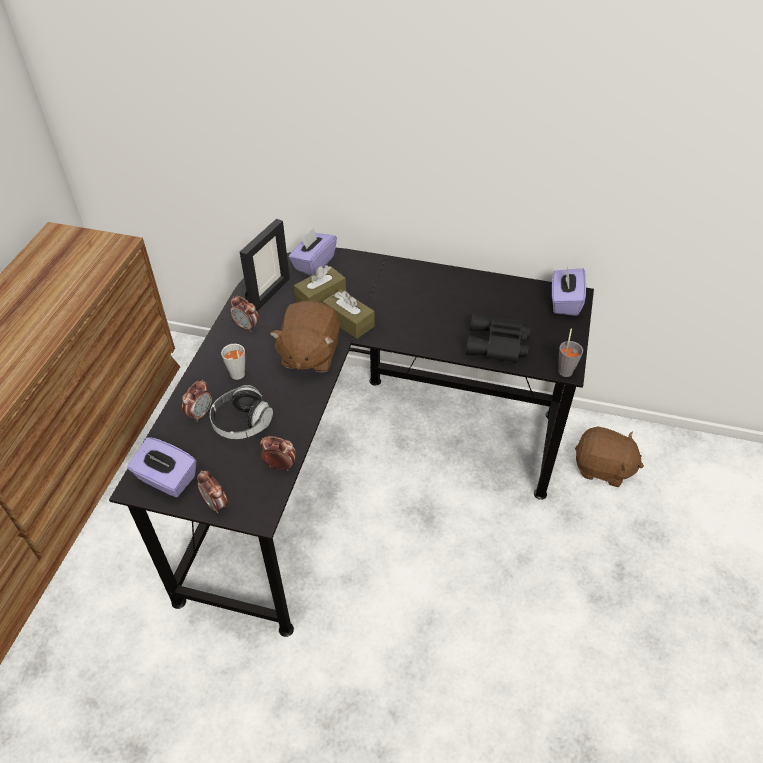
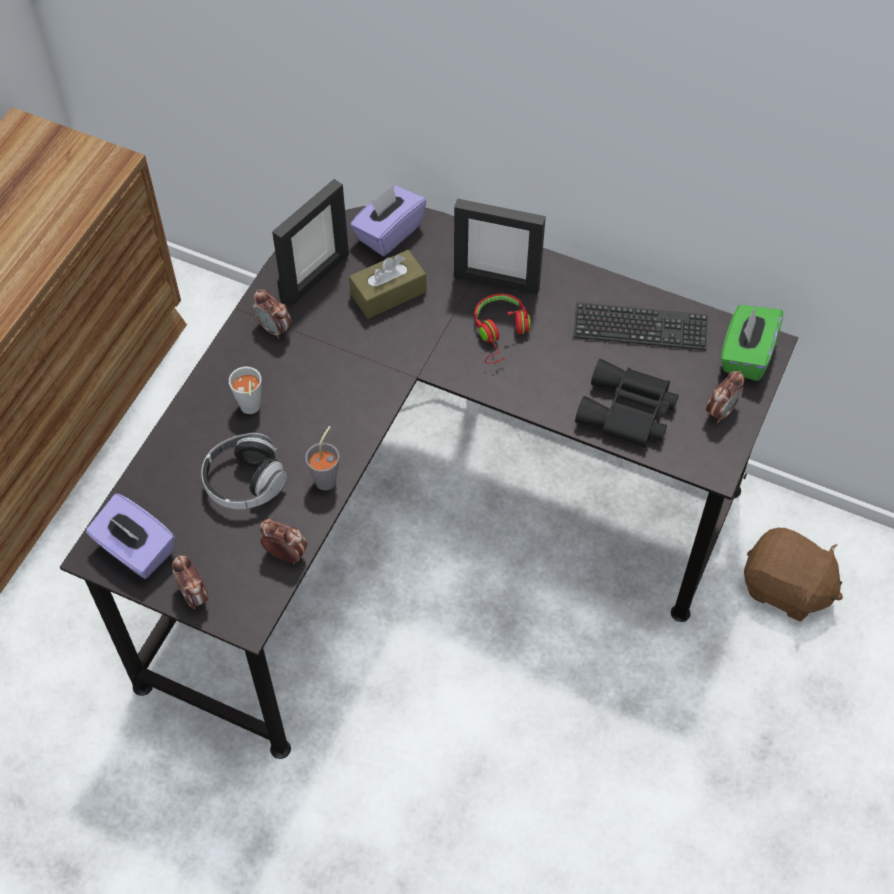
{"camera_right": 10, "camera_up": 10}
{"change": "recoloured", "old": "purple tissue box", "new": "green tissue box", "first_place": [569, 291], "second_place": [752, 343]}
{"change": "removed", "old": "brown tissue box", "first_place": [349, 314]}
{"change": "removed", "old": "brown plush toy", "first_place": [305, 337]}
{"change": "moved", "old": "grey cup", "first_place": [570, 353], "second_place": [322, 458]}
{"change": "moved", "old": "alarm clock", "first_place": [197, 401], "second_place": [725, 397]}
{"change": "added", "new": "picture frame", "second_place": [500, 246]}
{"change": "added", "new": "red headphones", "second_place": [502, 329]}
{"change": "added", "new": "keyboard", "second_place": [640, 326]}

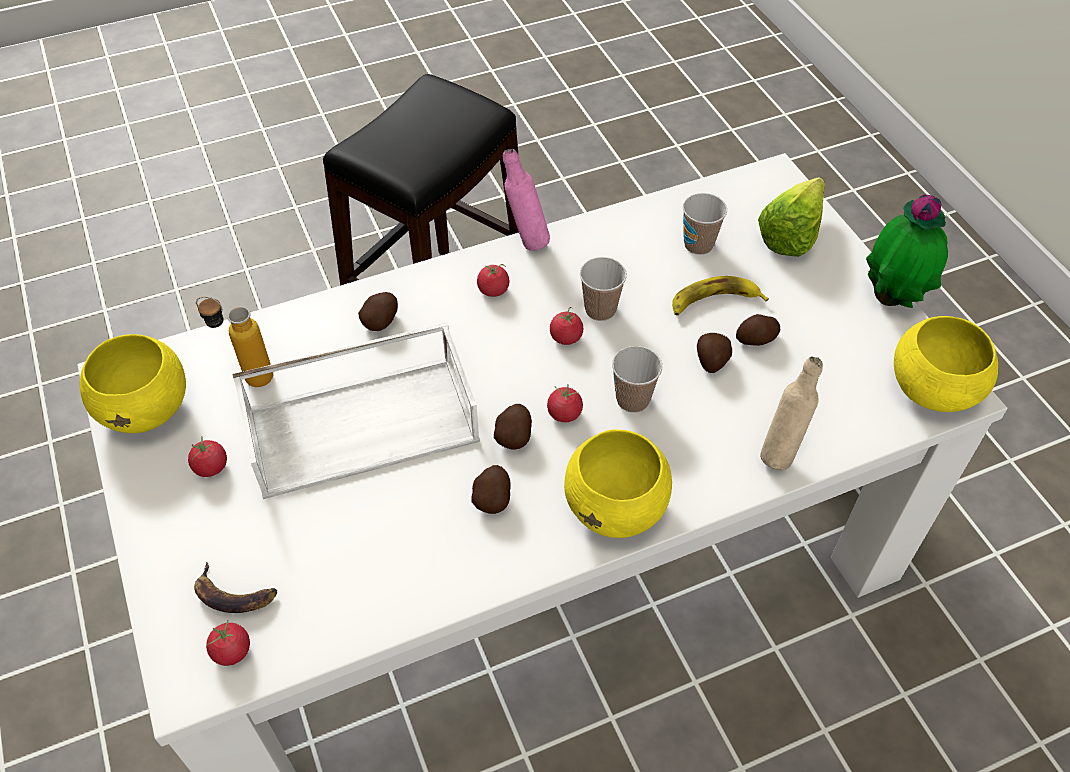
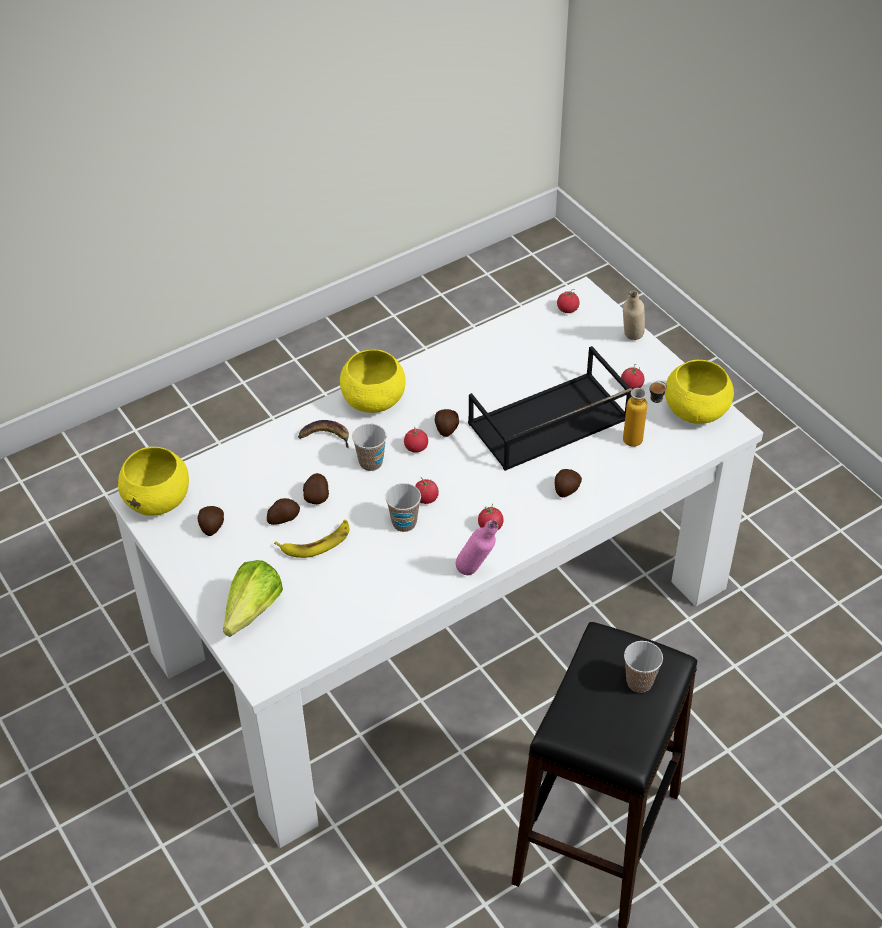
{"camera_right": 170, "camera_up": -5}
{"change": "moved", "old": "cup", "first_place": [705, 224], "second_place": [643, 667]}
{"change": "removed", "old": "potted plant", "first_place": [907, 251]}
{"change": "recoloured", "old": "white tray", "new": "black tray", "first_place": [356, 410], "second_place": [550, 408]}
{"change": "moved", "old": "beige bottle", "first_place": [791, 413], "second_place": [634, 315]}
{"change": "moved", "old": "potato", "first_place": [491, 489], "second_place": [211, 521]}
{"change": "moved", "old": "banana", "first_place": [235, 587], "second_place": [323, 434]}

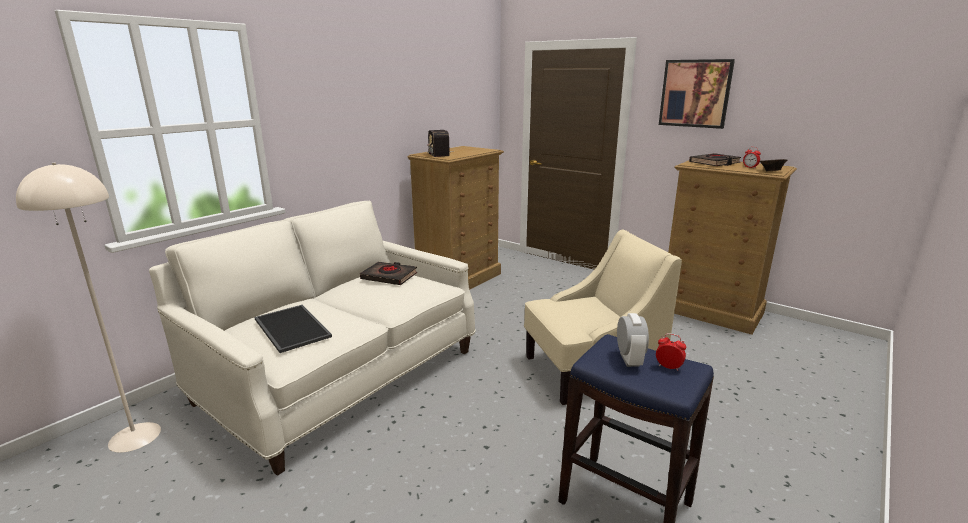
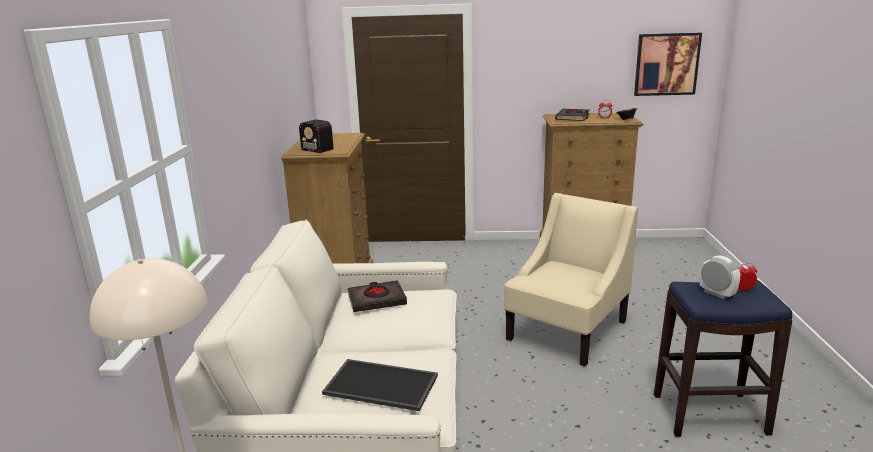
{"camera_right": -35, "camera_up": 0}
{"change": "moved", "old": "picture", "first_place": [697, 94], "second_place": [668, 64]}

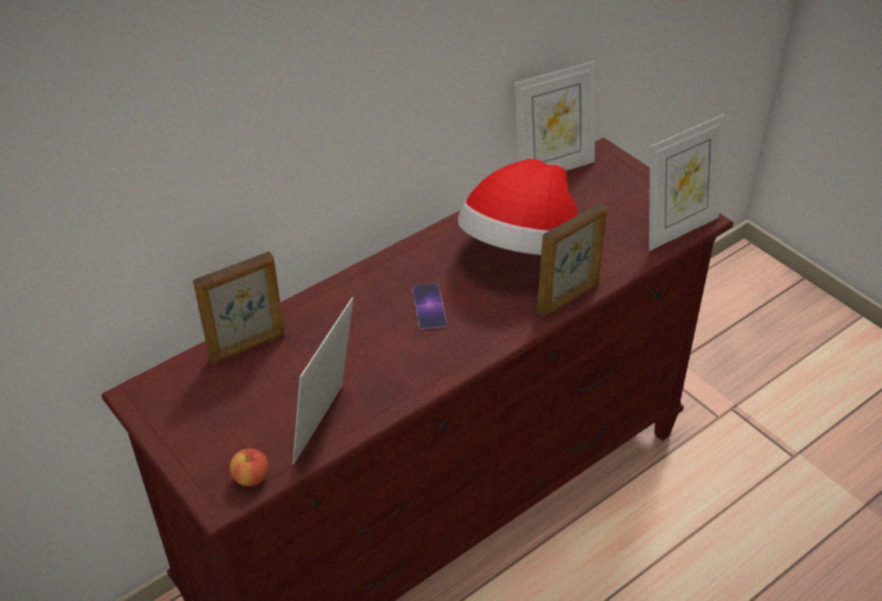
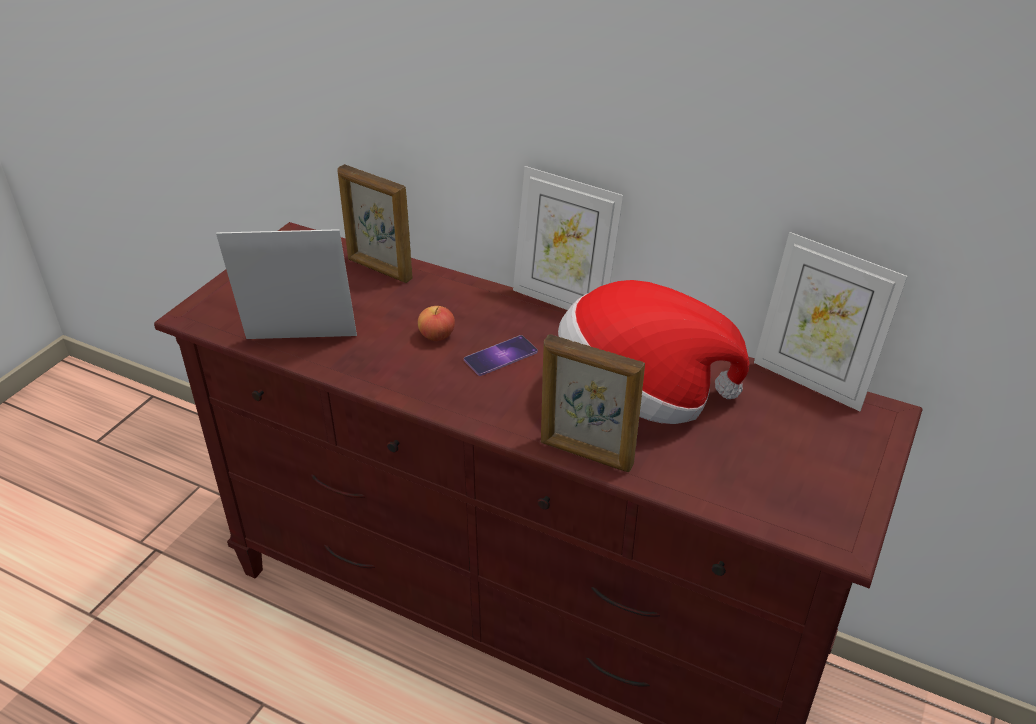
{"camera_right": 65, "camera_up": -5}
{"change": "moved", "old": "picture frame", "first_place": [687, 182], "second_place": [568, 238]}
{"change": "moved", "old": "apple", "first_place": [249, 467], "second_place": [436, 323]}

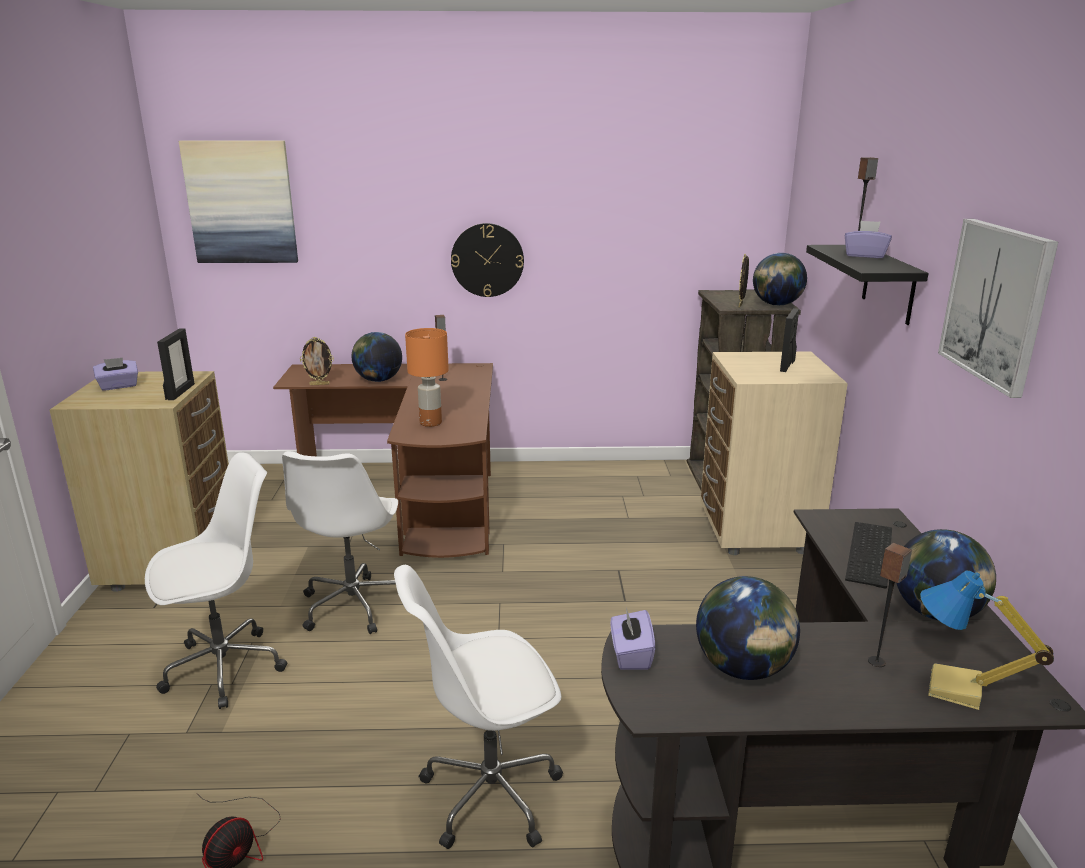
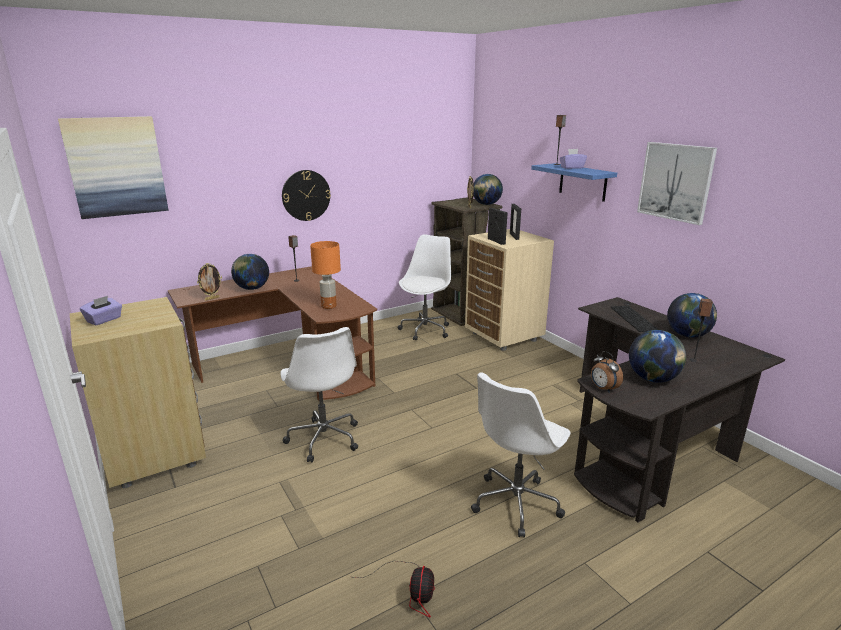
{"camera_right": -30, "camera_up": 0}
{"change": "recoloured", "old": "black shelf", "new": "blue shelf", "first_place": [867, 285], "second_place": [574, 182]}
{"change": "moved", "old": "picture frame", "first_place": [176, 364], "second_place": [498, 226]}
{"change": "moved", "old": "white office chair", "first_place": [216, 580], "second_place": [424, 287]}
{"change": "removed", "old": "table lamp", "first_place": [987, 640]}
{"change": "replaced", "old": "purple tissue box", "new": "alarm clock", "first_place": [632, 639], "second_place": [607, 371]}

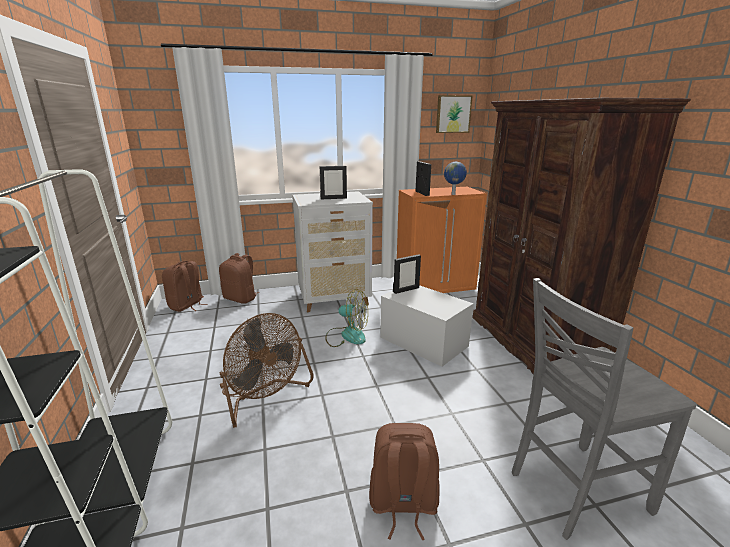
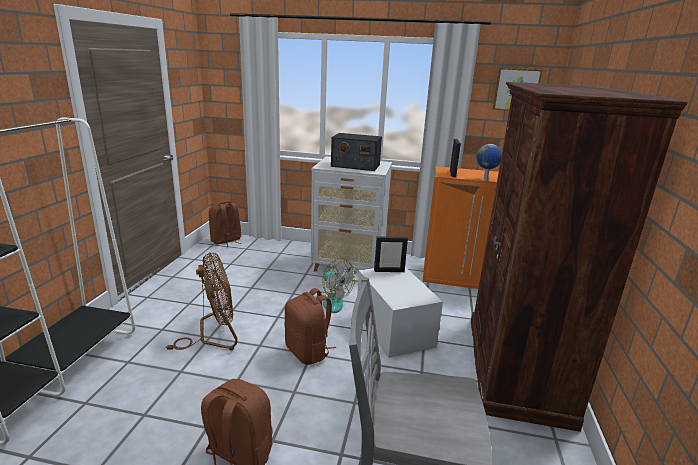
{"camera_right": 25, "camera_up": 0}
{"change": "replaced", "old": "picture frame", "new": "radio", "first_place": [333, 183], "second_place": [356, 152]}
{"change": "moved", "old": "brown backpack", "first_place": [239, 278], "second_place": [310, 326]}
{"change": "turned", "old": "brown fan", "first_place": [266, 370], "second_place": [201, 301], "degrees": -90}

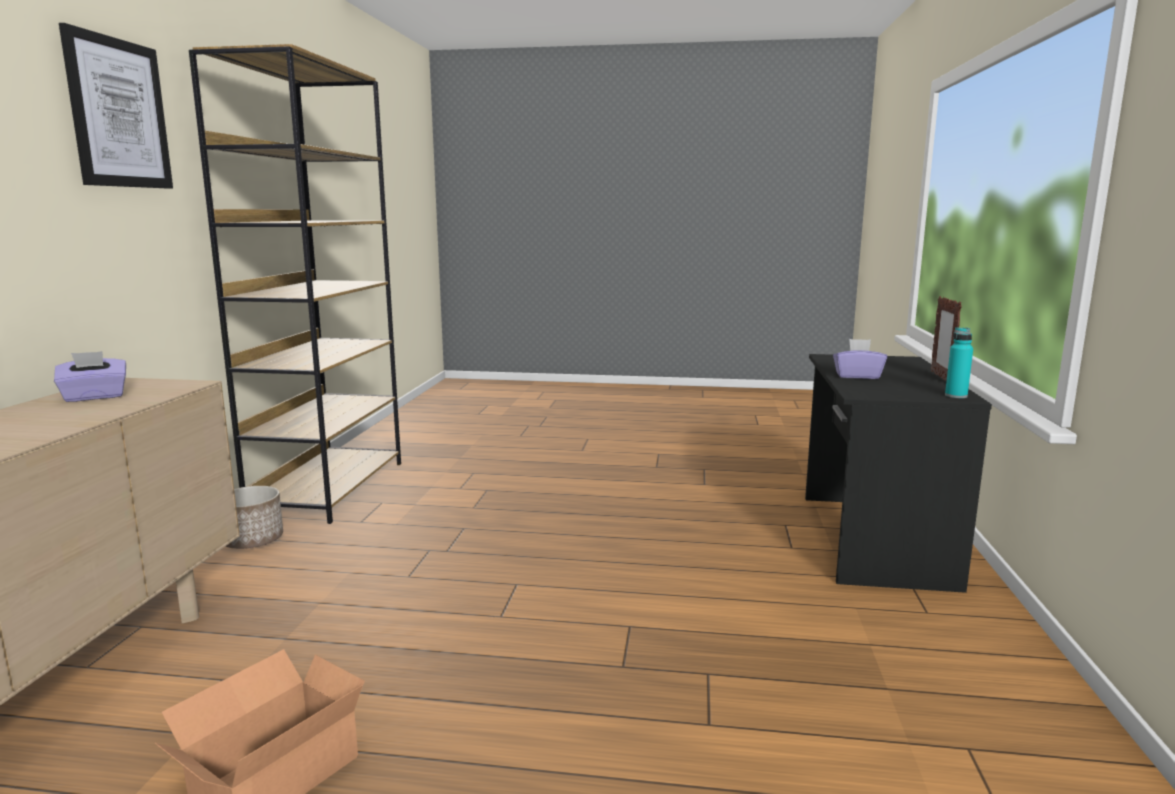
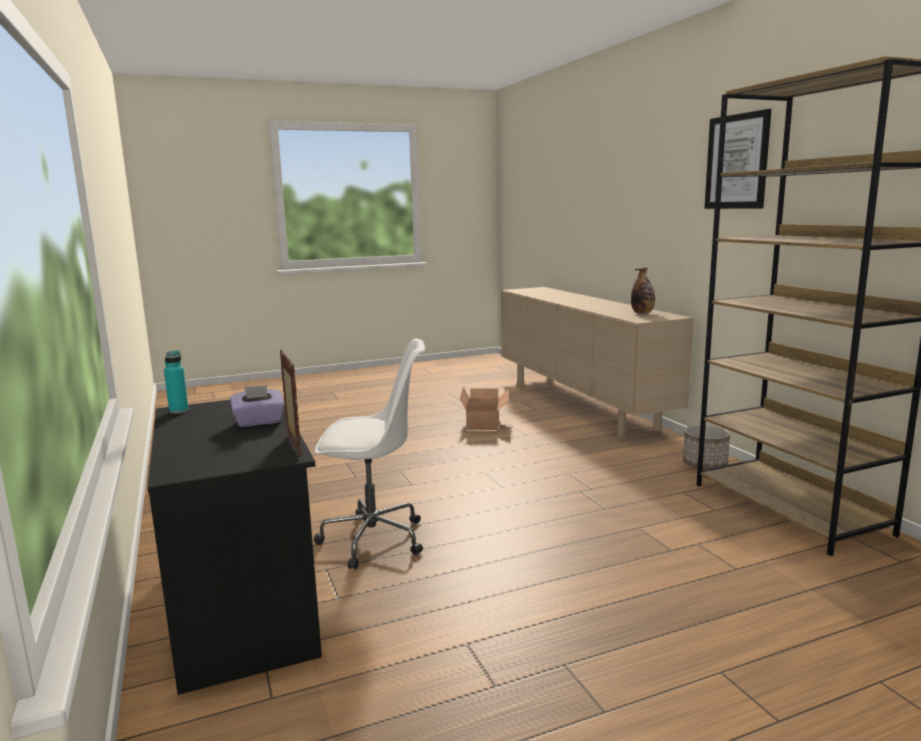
{"camera_right": 150, "camera_up": 0}
{"change": "moved", "old": "picture frame", "first_place": [946, 338], "second_place": [290, 403]}
{"change": "replaced", "old": "purple tissue box", "new": "bottle", "first_place": [90, 376], "second_place": [643, 290]}
{"change": "added", "new": "white office chair", "second_place": [369, 454]}

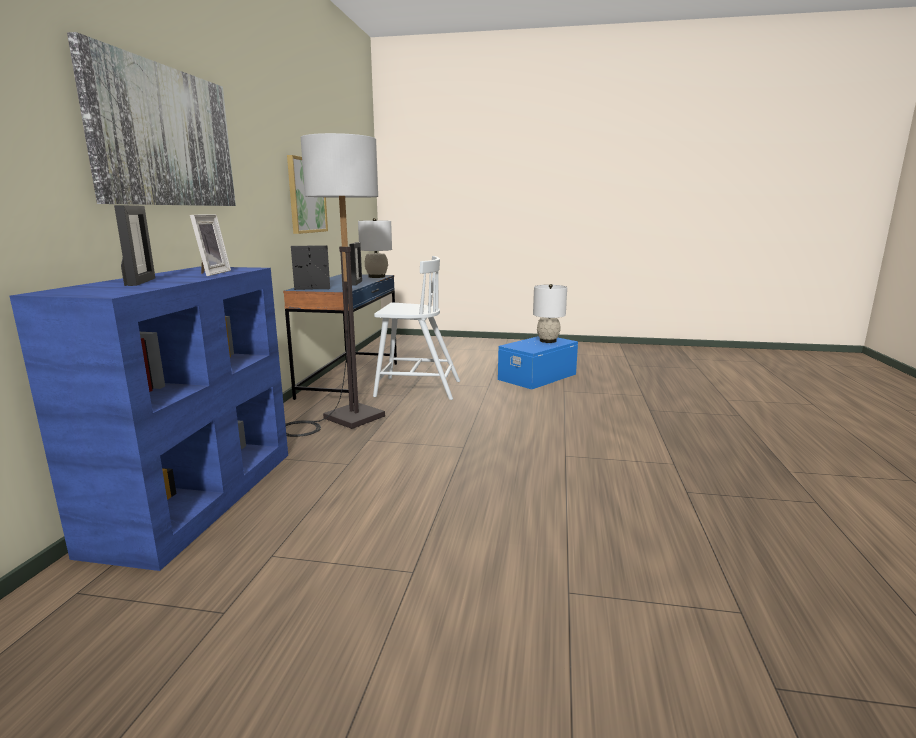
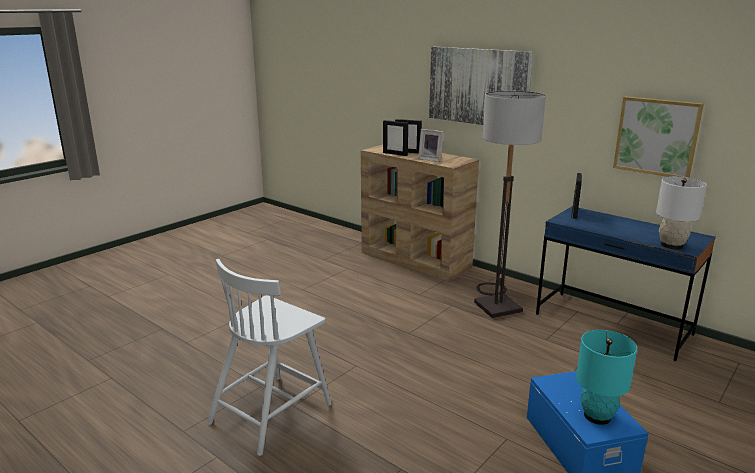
{"camera_right": 120, "camera_up": 5}
{"change": "moved", "old": "picture frame", "first_place": [356, 263], "second_place": [395, 138]}
{"change": "moved", "old": "white chair", "first_place": [416, 328], "second_place": [269, 357]}
{"change": "recoloured", "old": "blue bookcase", "new": "brown bookcase", "first_place": [148, 418], "second_place": [420, 213]}
{"change": "recoloured", "old": "white table lamp", "new": "turquoise table lamp", "first_place": [550, 313], "second_place": [606, 377]}

